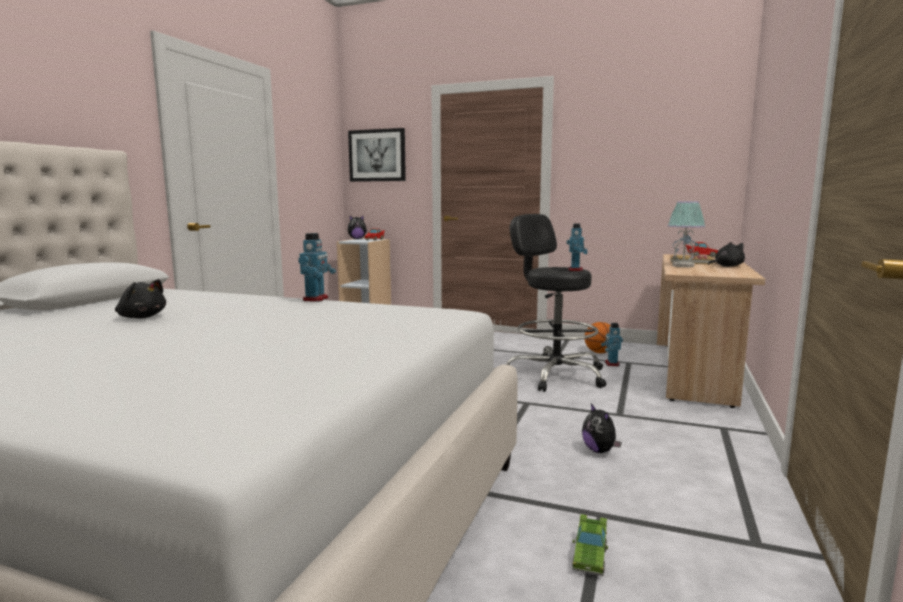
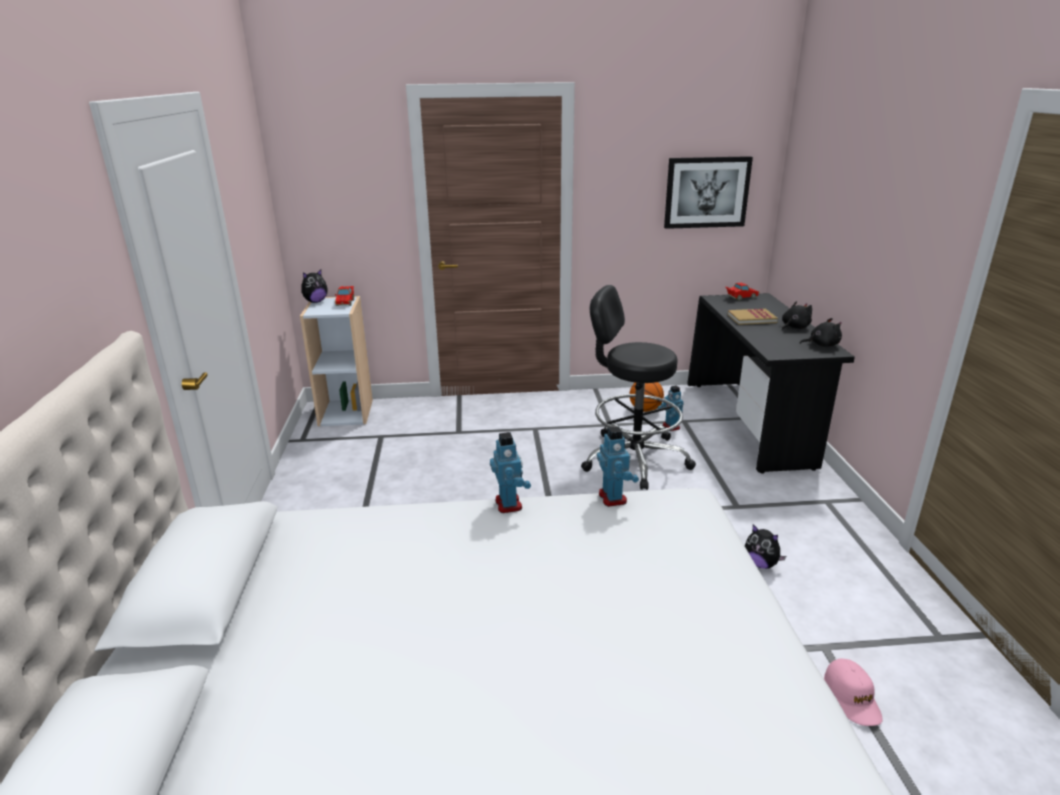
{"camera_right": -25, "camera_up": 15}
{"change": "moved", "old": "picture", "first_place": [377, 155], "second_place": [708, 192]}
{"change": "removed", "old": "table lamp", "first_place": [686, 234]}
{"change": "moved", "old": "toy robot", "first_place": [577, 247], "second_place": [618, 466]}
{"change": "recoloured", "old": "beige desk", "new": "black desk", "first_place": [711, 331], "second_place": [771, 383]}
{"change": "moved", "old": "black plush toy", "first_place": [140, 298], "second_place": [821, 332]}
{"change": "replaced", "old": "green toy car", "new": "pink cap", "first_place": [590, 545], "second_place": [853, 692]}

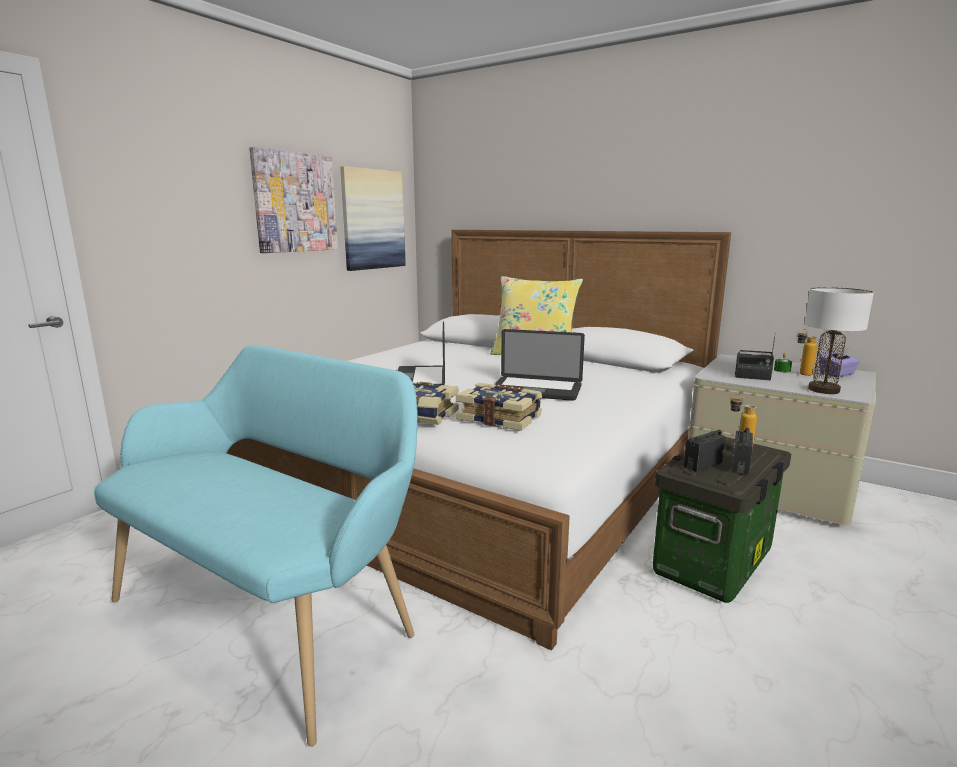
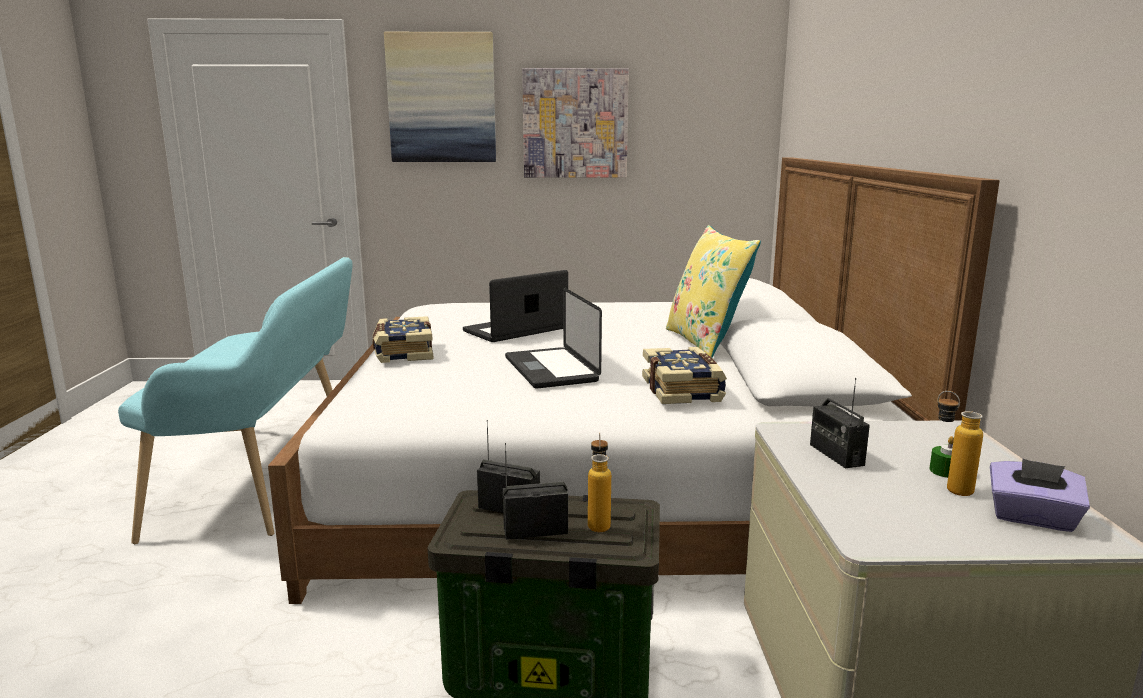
{"camera_right": 55, "camera_up": 0}
{"change": "moved", "old": "picture", "first_place": [373, 218], "second_place": [440, 97]}
{"change": "removed", "old": "table lamp", "first_place": [839, 340]}
{"change": "moved", "old": "book", "first_place": [499, 407], "second_place": [684, 375]}

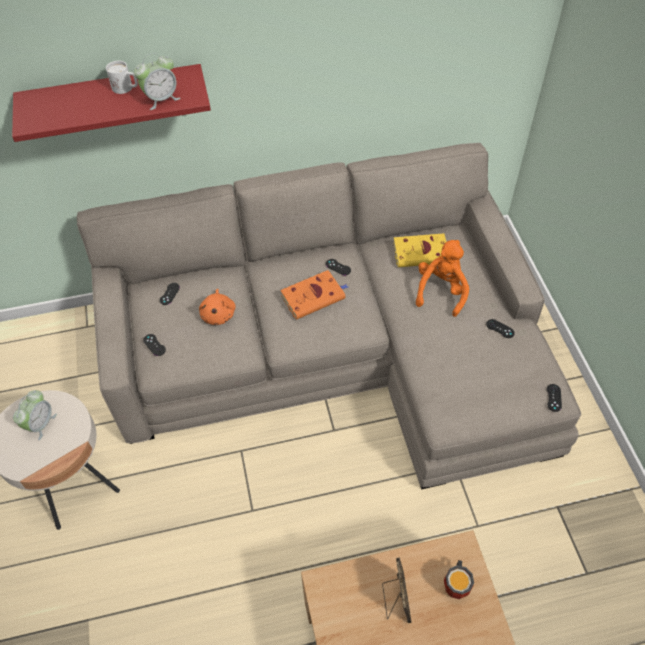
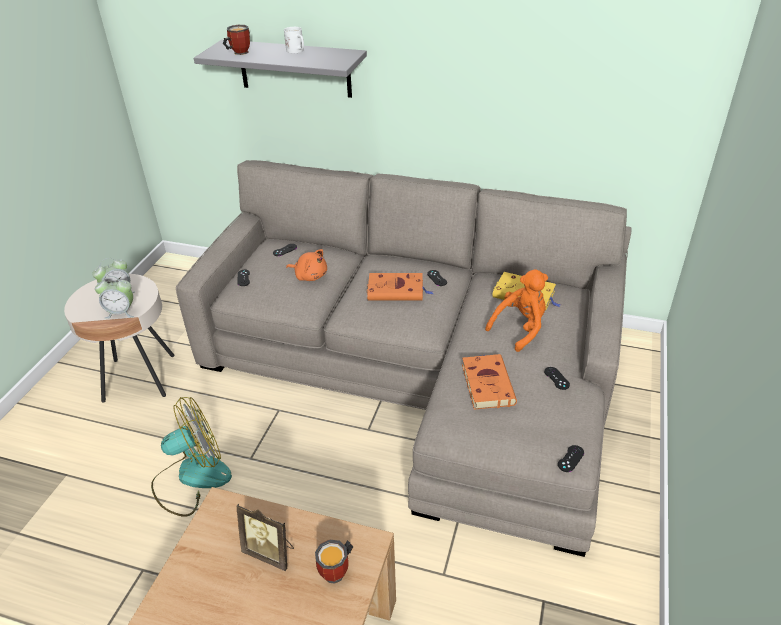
{"camera_right": 30, "camera_up": -15}
{"change": "moved", "old": "alarm clock", "first_place": [157, 81], "second_place": [114, 297]}
{"change": "recoloured", "old": "red shelf", "new": "grey shelf", "first_place": [111, 103], "second_place": [280, 68]}
{"change": "turned", "old": "orange plush toy", "first_place": [217, 307], "second_place": [306, 265], "degrees": -90}
{"change": "turned", "old": "picture frame", "first_place": [397, 590], "second_place": [265, 537], "degrees": 90}
{"change": "added", "new": "mug", "second_place": [236, 40]}
{"change": "added", "new": "orange book", "second_place": [489, 382]}
{"change": "added", "new": "fan", "second_place": [191, 457]}

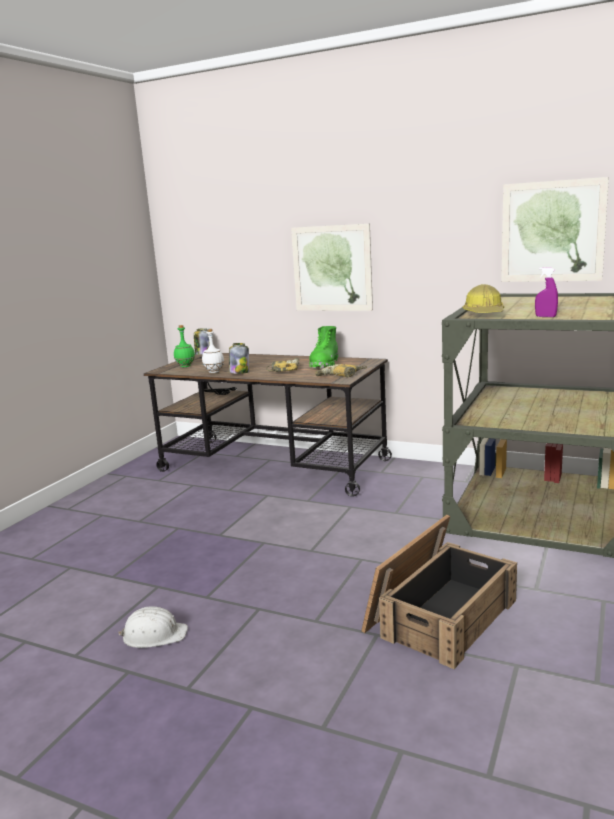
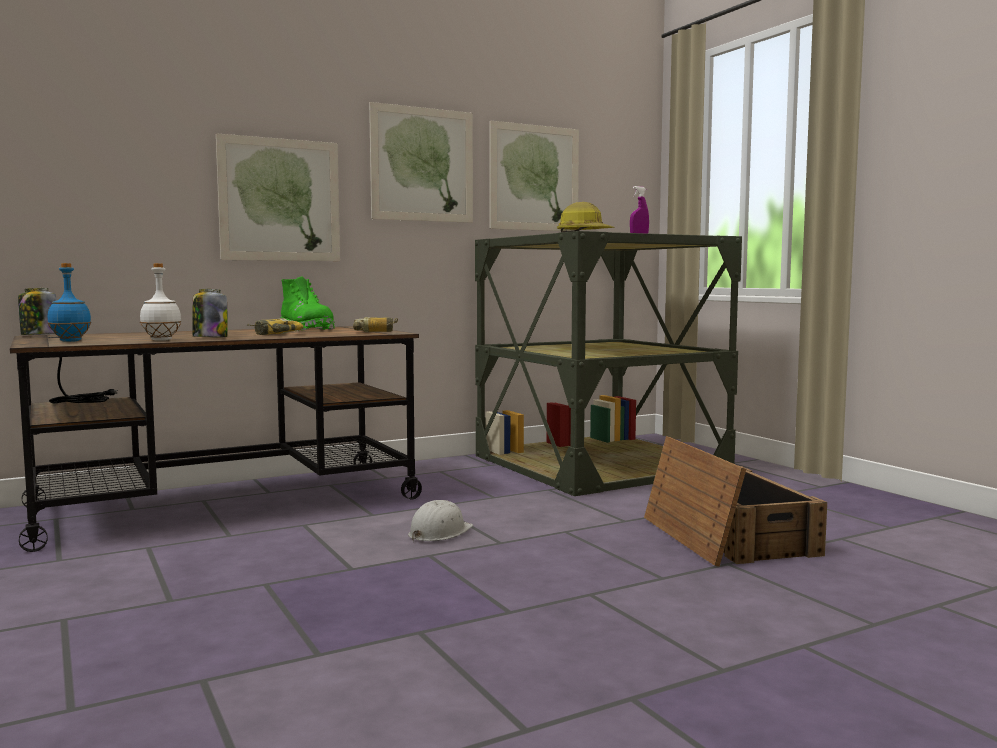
{"camera_right": -55, "camera_up": -10}
{"change": "recoloured", "old": "green bottle", "new": "blue bottle", "first_place": [184, 346], "second_place": [69, 302]}
{"change": "moved", "old": "white hard hat", "first_place": [153, 627], "second_place": [440, 521]}
{"change": "added", "new": "picture", "second_place": [421, 162]}

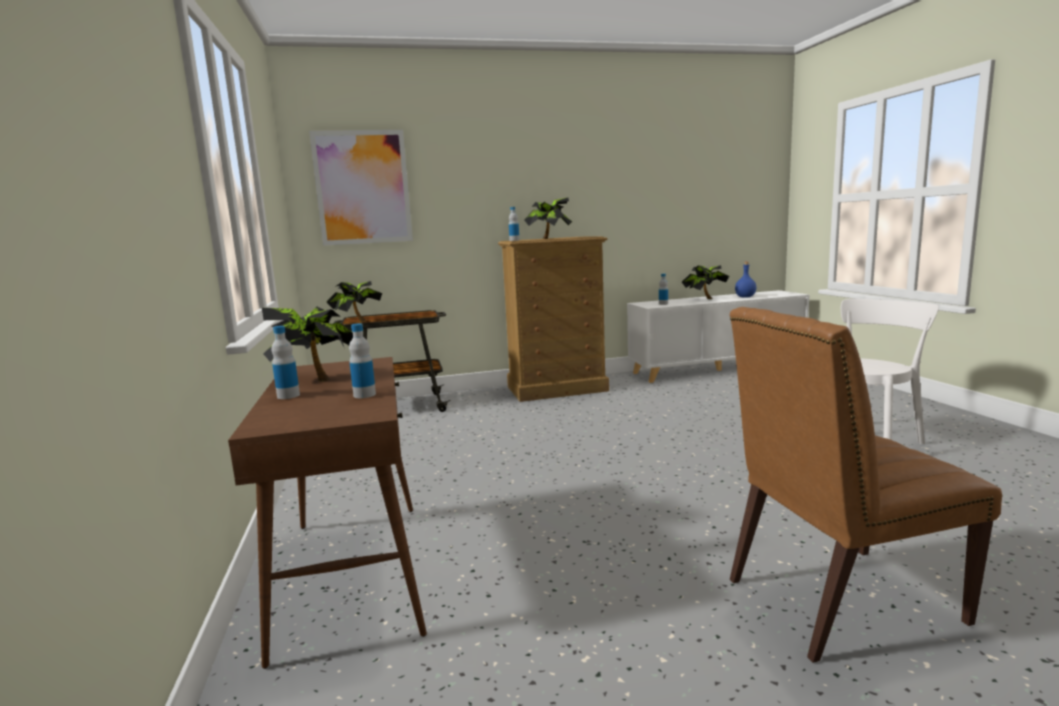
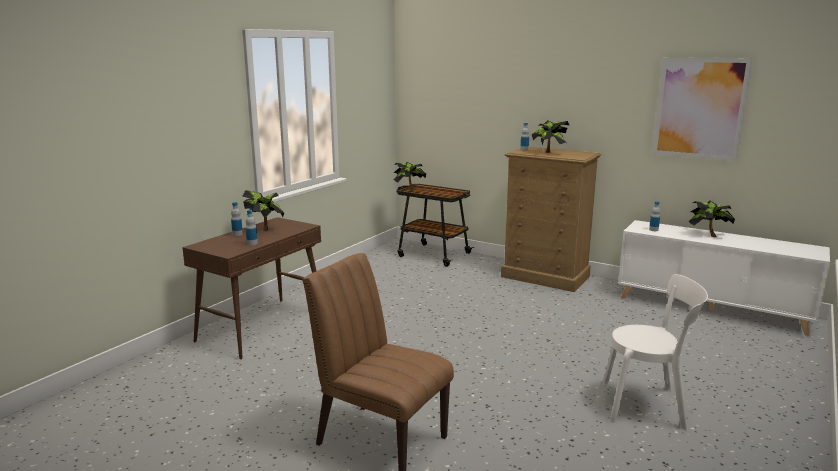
{"camera_right": 45, "camera_up": 5}
{"change": "moved", "old": "picture", "first_place": [361, 188], "second_place": [702, 109]}
{"change": "removed", "old": "blue bottle", "first_place": [745, 280]}

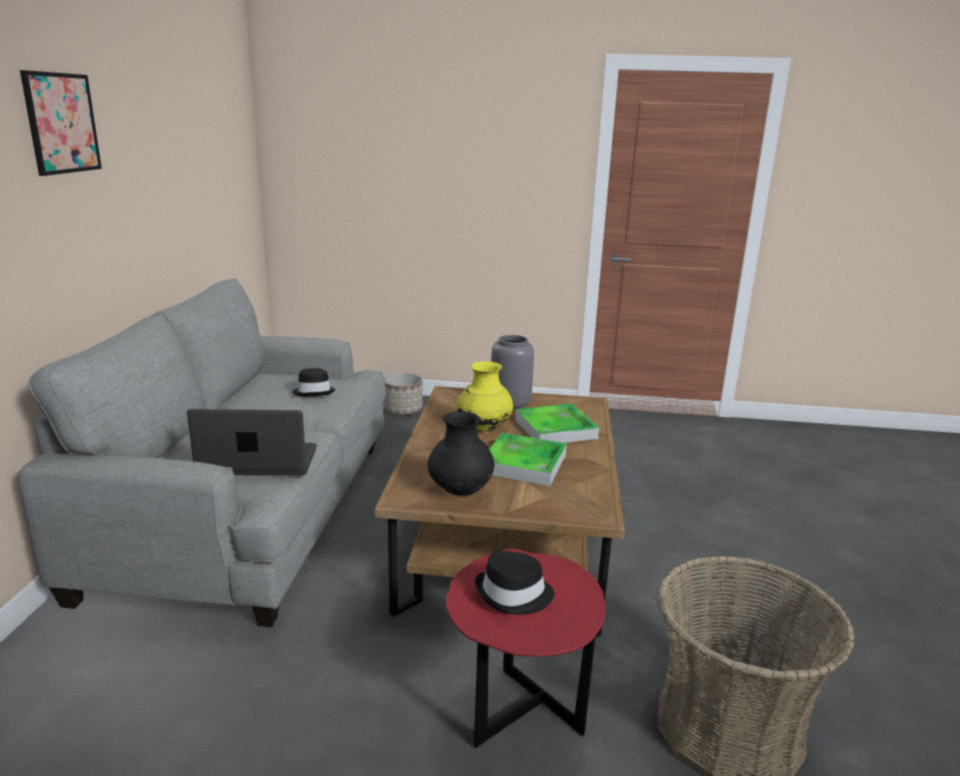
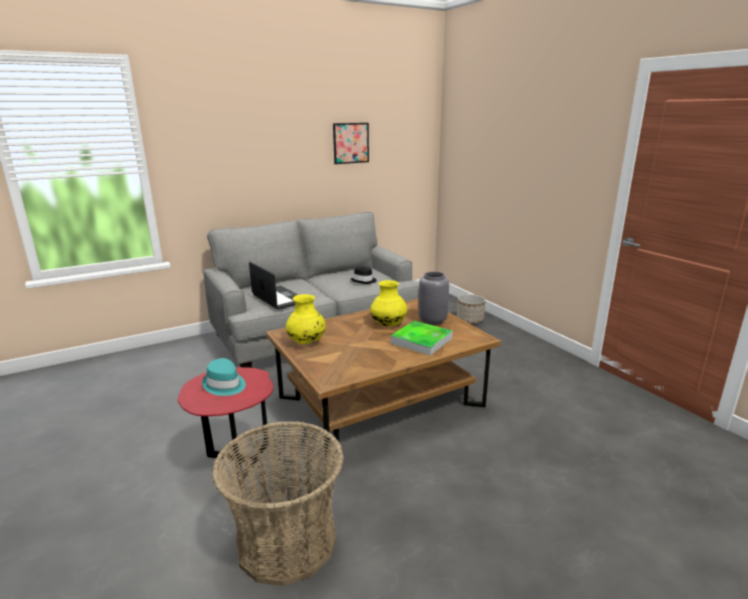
{"camera_right": 55, "camera_up": 0}
{"change": "moved", "old": "picture", "first_place": [61, 123], "second_place": [351, 143]}
{"change": "recoloured", "old": "black vase", "new": "yellow vase", "first_place": [461, 453], "second_place": [306, 319]}
{"change": "removed", "old": "tray", "first_place": [528, 459]}
{"change": "recoloured", "old": "black hat", "new": "turquoise hat", "first_place": [514, 582], "second_place": [224, 377]}

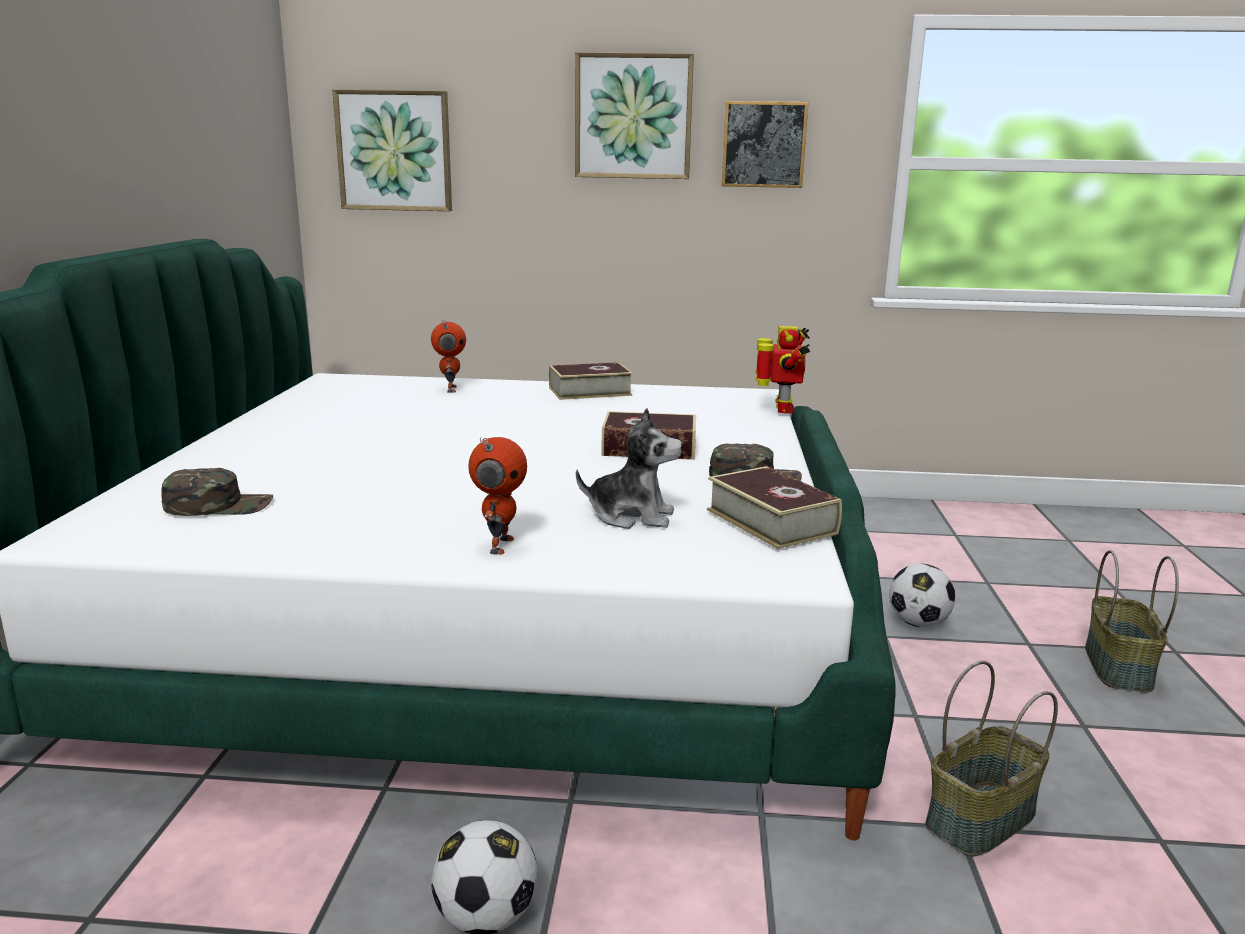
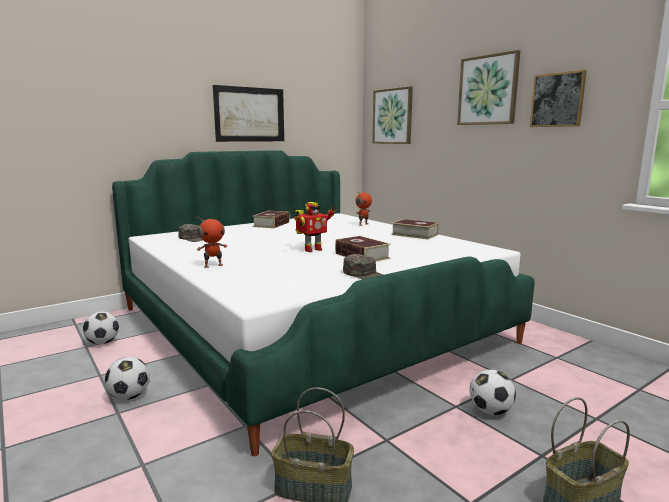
{"camera_right": 50, "camera_up": -5}
{"change": "moved", "old": "toy robot", "first_place": [782, 370], "second_place": [315, 227]}
{"change": "removed", "old": "plush toy", "first_place": [629, 468]}
{"change": "moved", "old": "book", "first_place": [774, 507], "second_place": [271, 219]}
{"change": "added", "new": "picture", "second_place": [248, 113]}
{"change": "added", "new": "football", "second_place": [101, 328]}

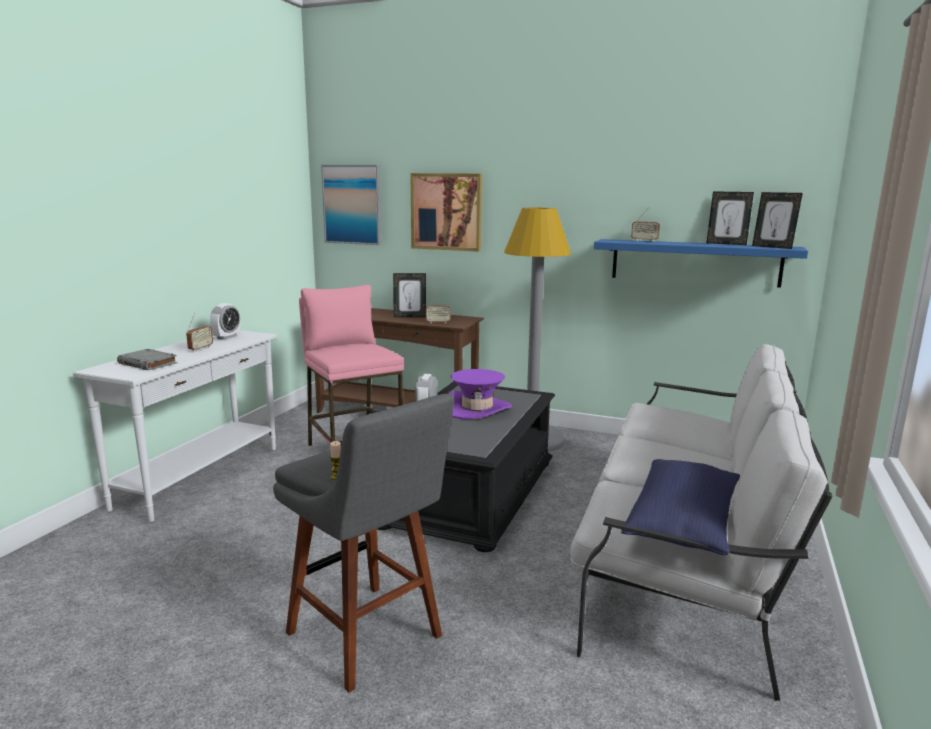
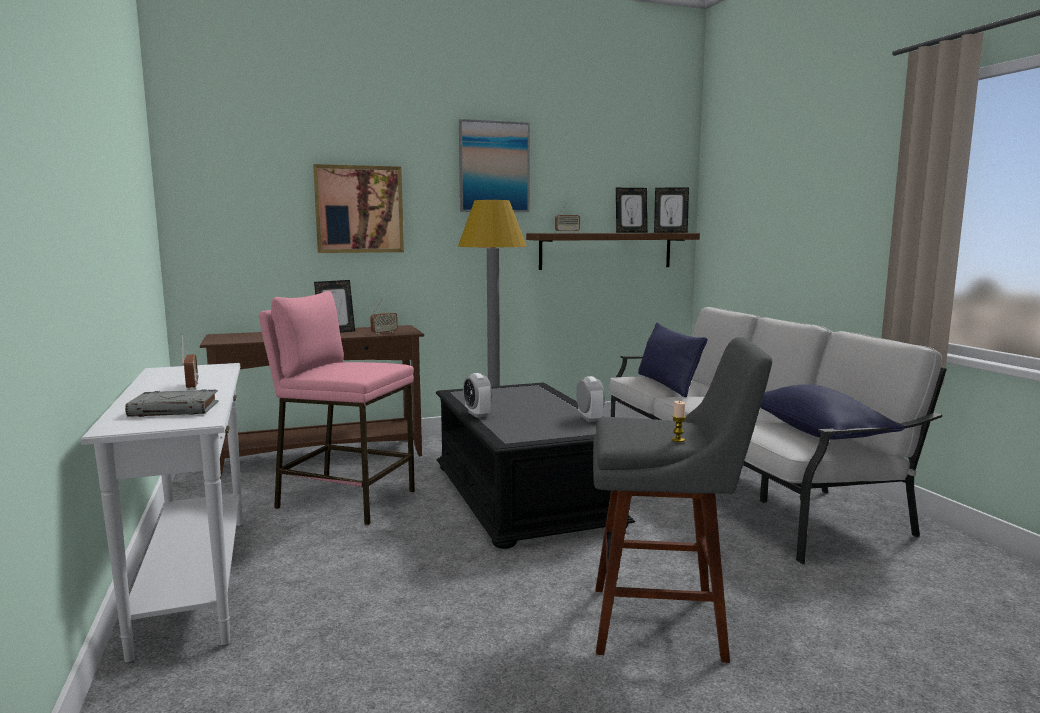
{"camera_right": -40, "camera_up": -5}
{"change": "moved", "old": "picture", "first_place": [351, 205], "second_place": [494, 165]}
{"change": "recoloured", "old": "blue shelf", "new": "brown shelf", "first_place": [701, 263], "second_place": [613, 251]}
{"change": "moved", "old": "alarm clock", "first_place": [225, 321], "second_place": [590, 399]}
{"change": "removed", "old": "purple hat", "first_place": [481, 394]}
{"change": "added", "new": "blue pillow", "second_place": [672, 360]}

